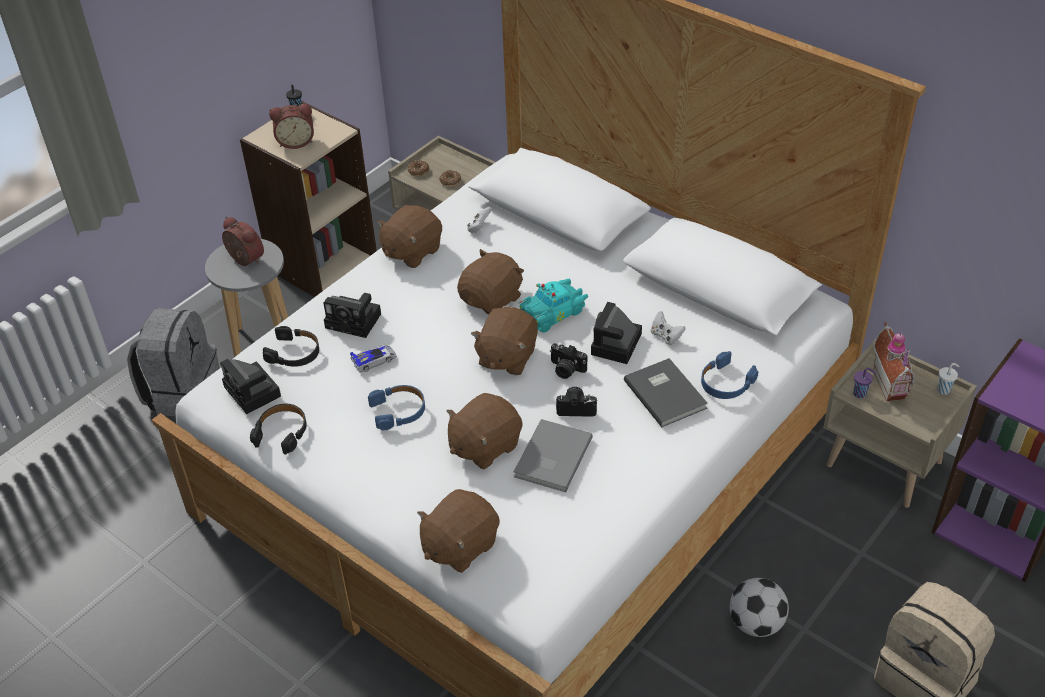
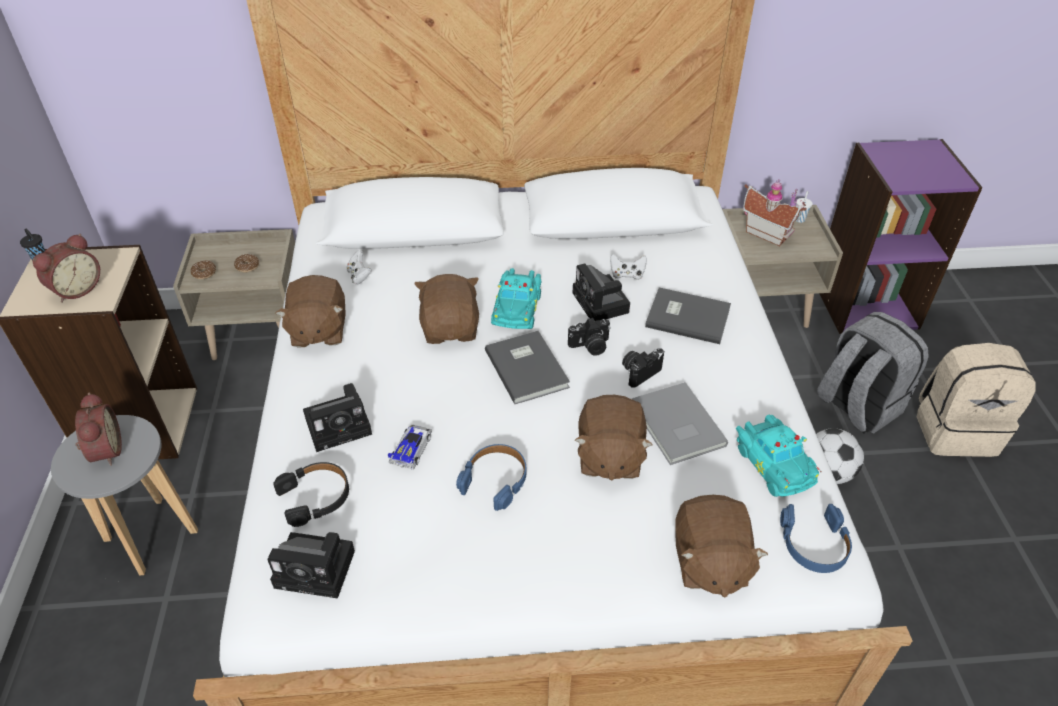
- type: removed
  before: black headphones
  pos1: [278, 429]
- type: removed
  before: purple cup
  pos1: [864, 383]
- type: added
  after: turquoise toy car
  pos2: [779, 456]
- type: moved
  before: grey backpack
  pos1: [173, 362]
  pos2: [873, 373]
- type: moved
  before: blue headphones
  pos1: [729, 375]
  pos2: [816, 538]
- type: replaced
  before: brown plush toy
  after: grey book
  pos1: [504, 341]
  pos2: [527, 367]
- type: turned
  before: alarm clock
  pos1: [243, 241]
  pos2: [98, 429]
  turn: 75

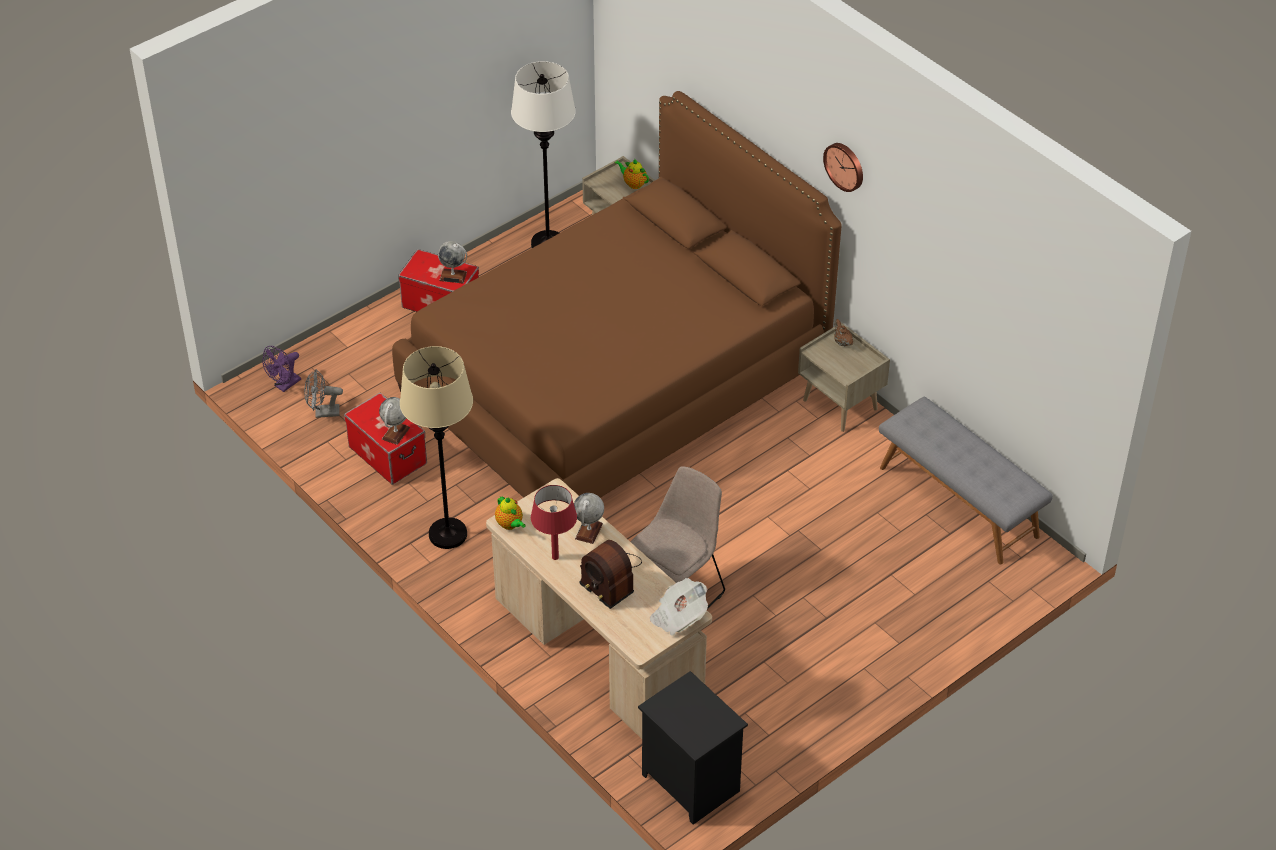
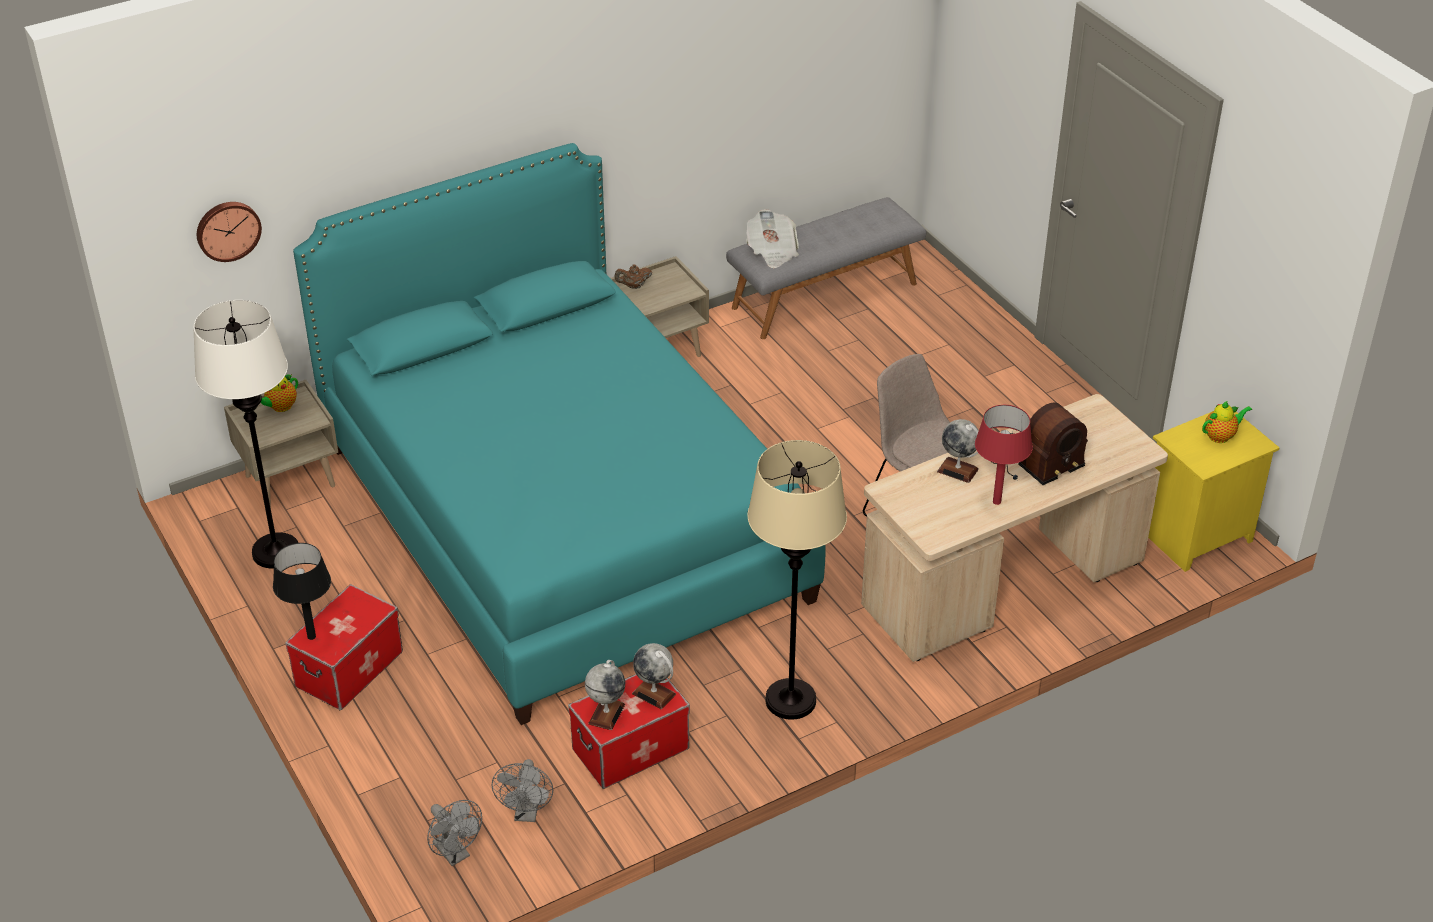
- type: added
  after: black table lamp
  pos2: [302, 591]
- type: moved
  before: globe
  pos1: [452, 262]
  pos2: [605, 695]
- type: moved
  before: teapot
  pos1: [510, 513]
  pos2: [1227, 422]
- type: moved
  before: newspaper
  pos1: [679, 607]
  pos2: [772, 238]
- type: moved
  before: wall clock
  pos1: [843, 167]
  pos2: [229, 232]
- type: recoloured
  before: purple fan
  after: grey fan
  pos1: [282, 369]
  pos2: [454, 833]
- type: recoloured
  before: brown bed
  after: turquoise bed
  pos1: [617, 294]
  pos2: [559, 434]
- type: recoloured
  before: black nightstand
  after: yellow nightstand
  pos1: [693, 748]
  pos2: [1214, 491]

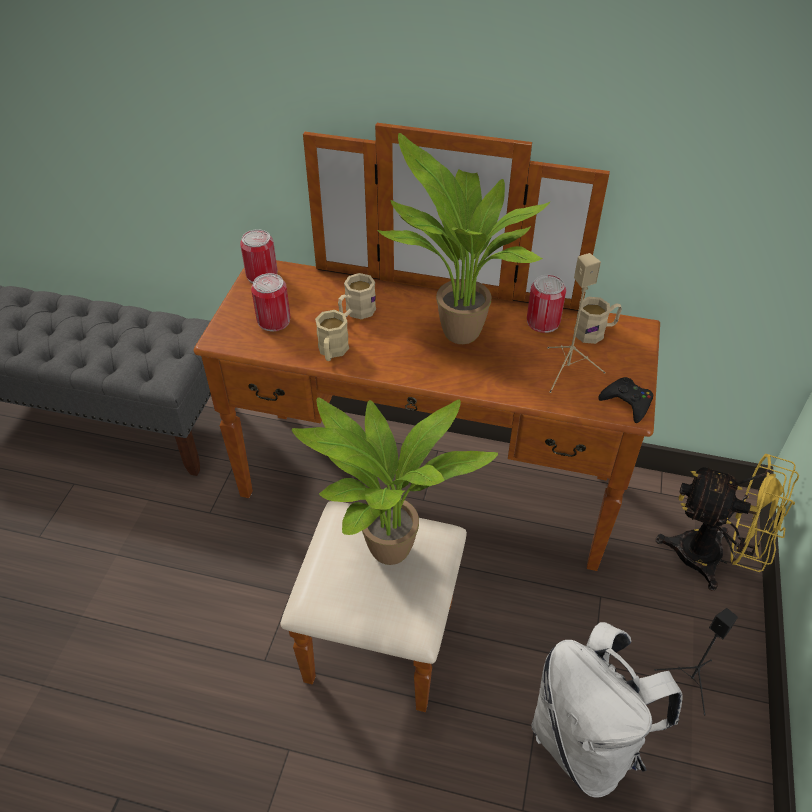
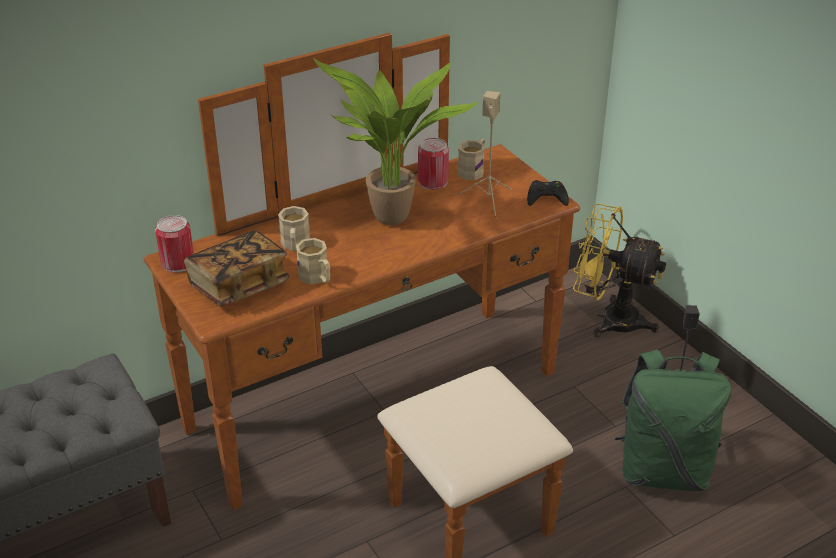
- type: removed
  before: potted plant
  pos1: [395, 481]
- type: replaced
  before: can
  after: book
  pos1: [270, 302]
  pos2: [237, 268]
- type: recoloured
  before: white backpack
  after: green backpack
  pos1: [607, 710]
  pos2: [673, 420]
- type: turned
  before: yellow fan
  pos1: [727, 522]
  pos2: [619, 270]
  turn: -135

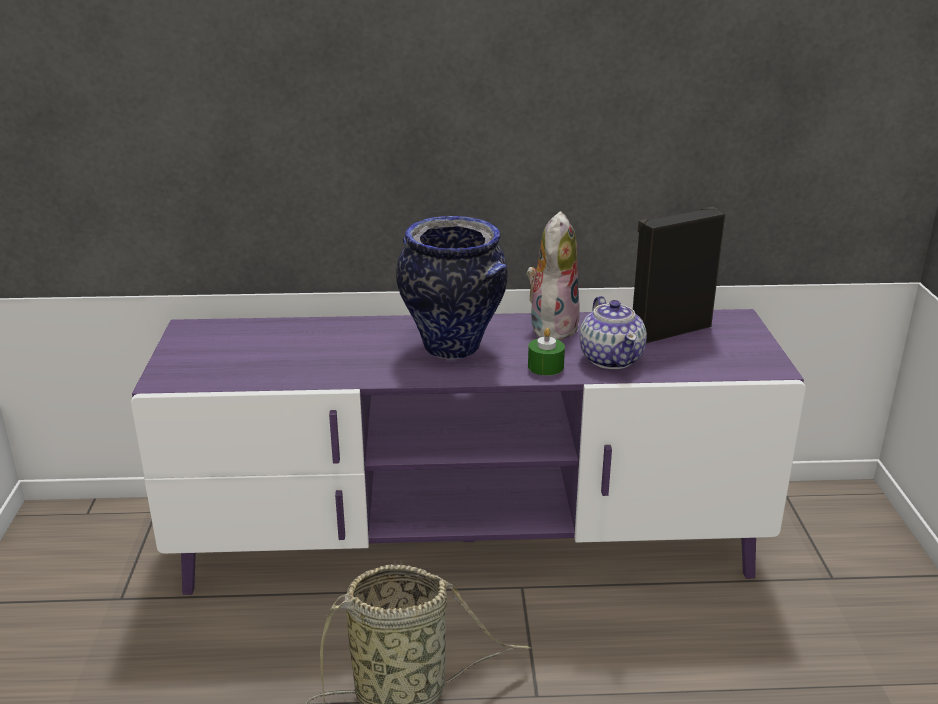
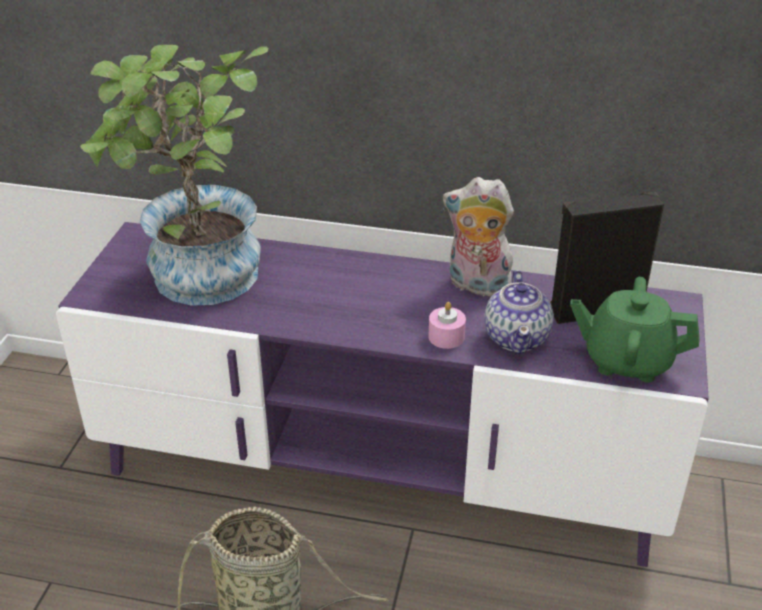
- type: removed
  before: vase
  pos1: [452, 287]
- type: added
  after: potted plant
  pos2: [174, 175]
- type: added
  after: green teapot
  pos2: [635, 330]
- type: recoloured
  before: green candle
  after: pink candle
  pos1: [546, 352]
  pos2: [447, 325]
- type: turned
  before: plush toy
  pos1: [553, 275]
  pos2: [478, 237]
  turn: -105

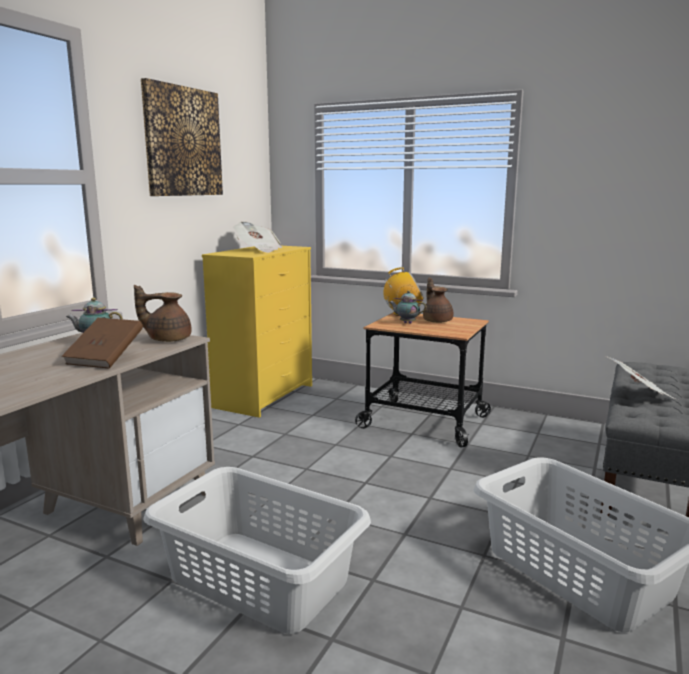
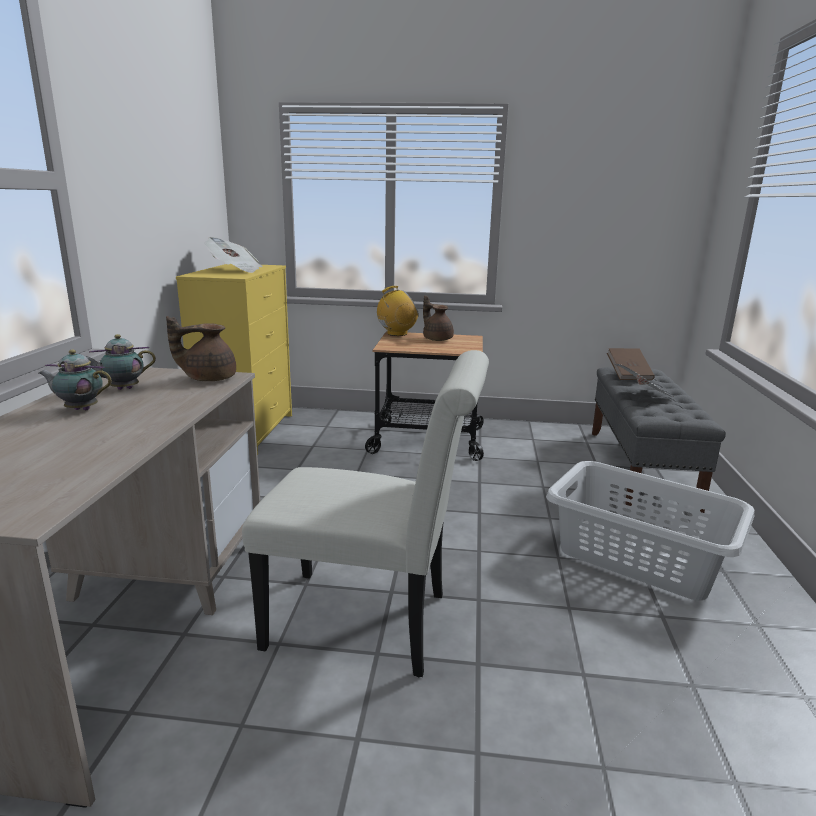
- type: removed
  before: picture
  pos1: [182, 137]
- type: moved
  before: brown book
  pos1: [102, 343]
  pos2: [631, 364]
- type: moved
  before: teapot
  pos1: [408, 307]
  pos2: [75, 380]
- type: replaced
  before: grey laundry basket
  after: white chair
  pos1: [257, 550]
  pos2: [365, 513]

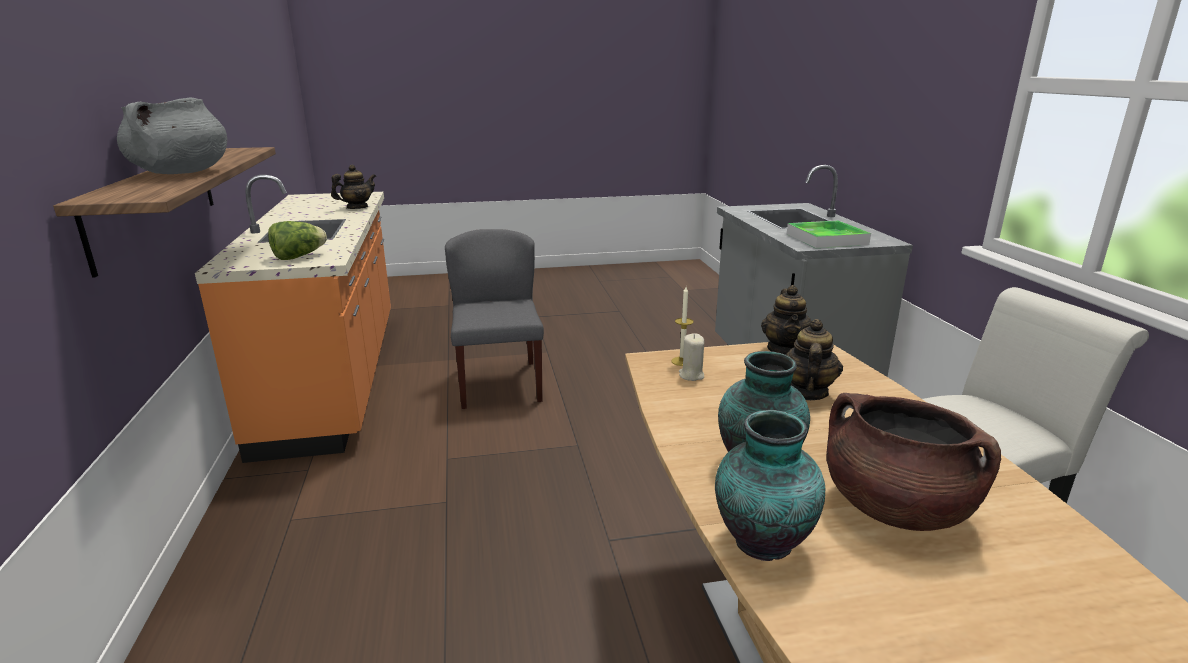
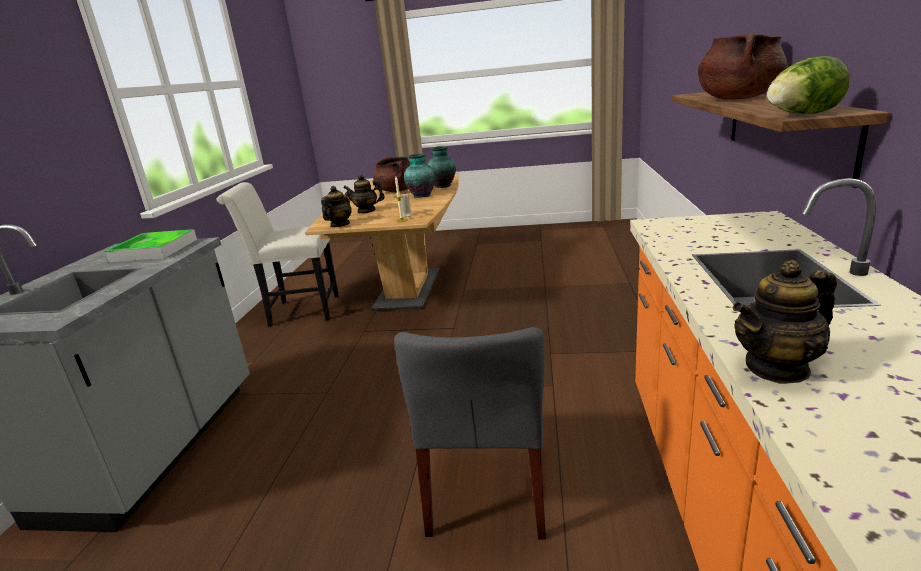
- type: moved
  before: lettuce
  pos1: [297, 240]
  pos2: [808, 85]
- type: recoloured
  before: grey cooking pot
  after: brown cooking pot
  pos1: [172, 135]
  pos2: [743, 67]
- type: turned
  before: teapot
  pos1: [814, 359]
  pos2: [364, 194]
  turn: 60

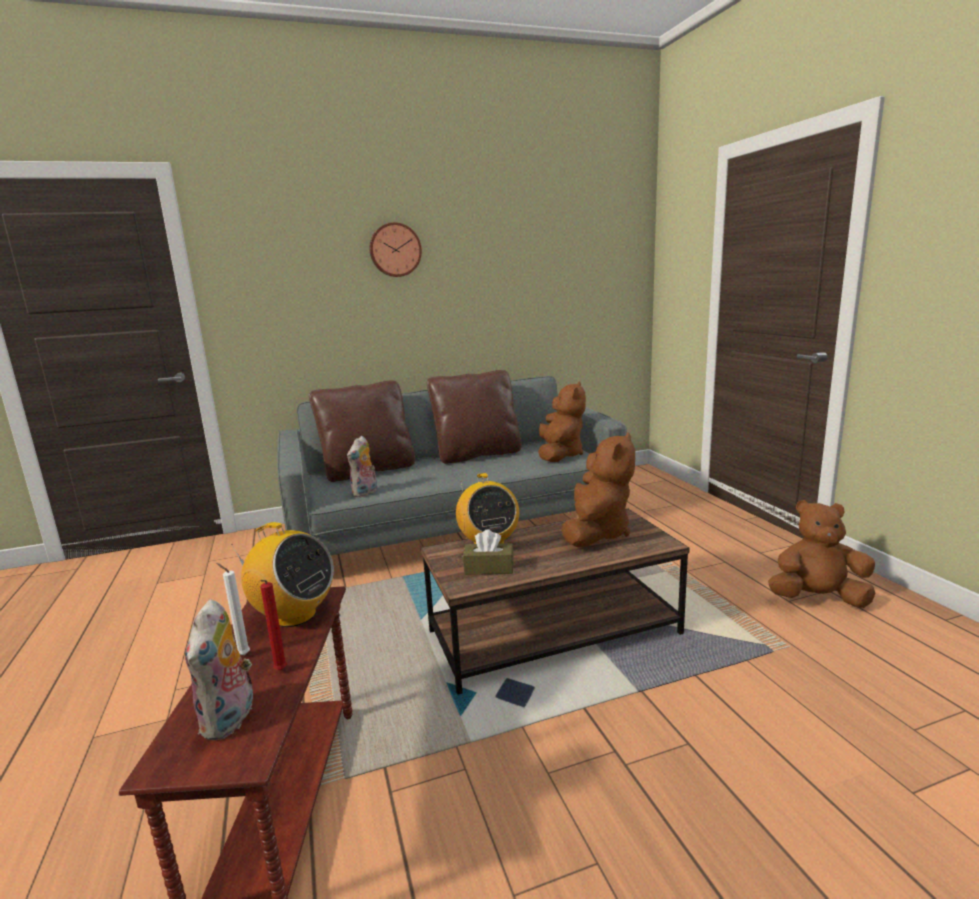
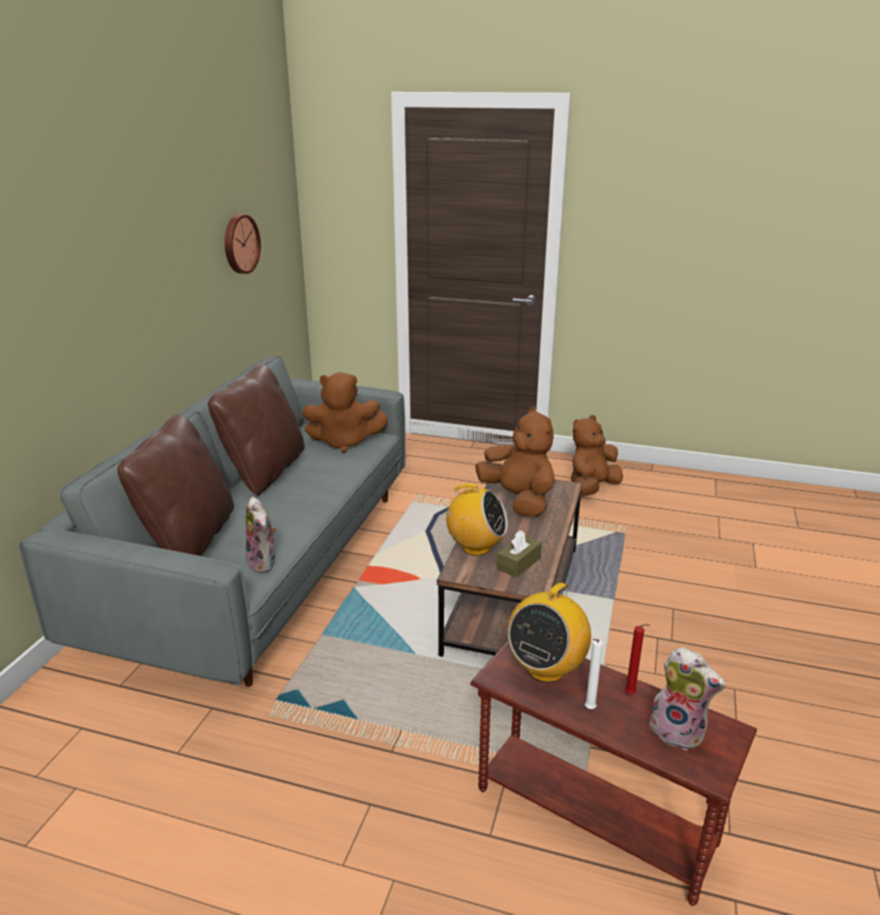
- type: moved
  before: wall clock
  pos1: [395, 249]
  pos2: [243, 244]
- type: turned
  before: radio
  pos1: [282, 574]
  pos2: [549, 630]
  turn: 150
- type: turned
  before: brown plush toy
  pos1: [562, 422]
  pos2: [345, 412]
  turn: 135

